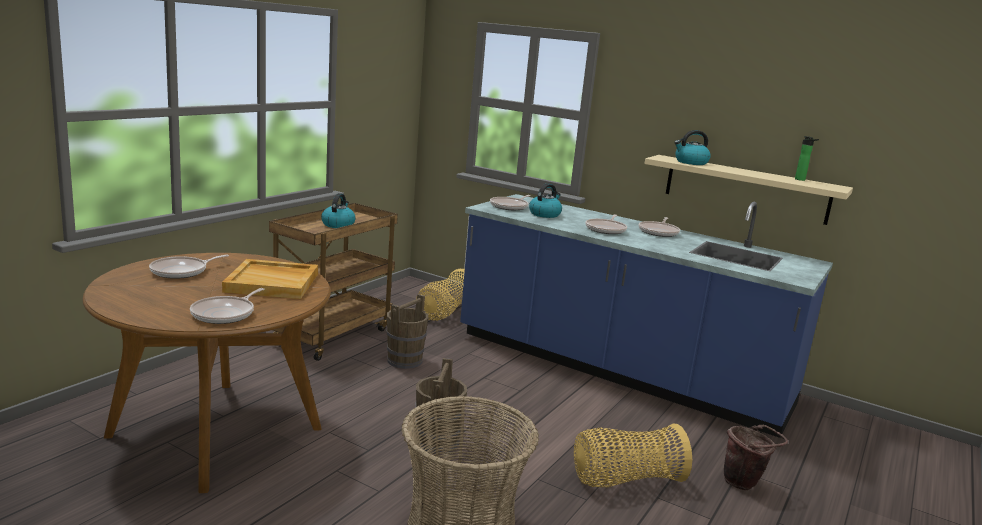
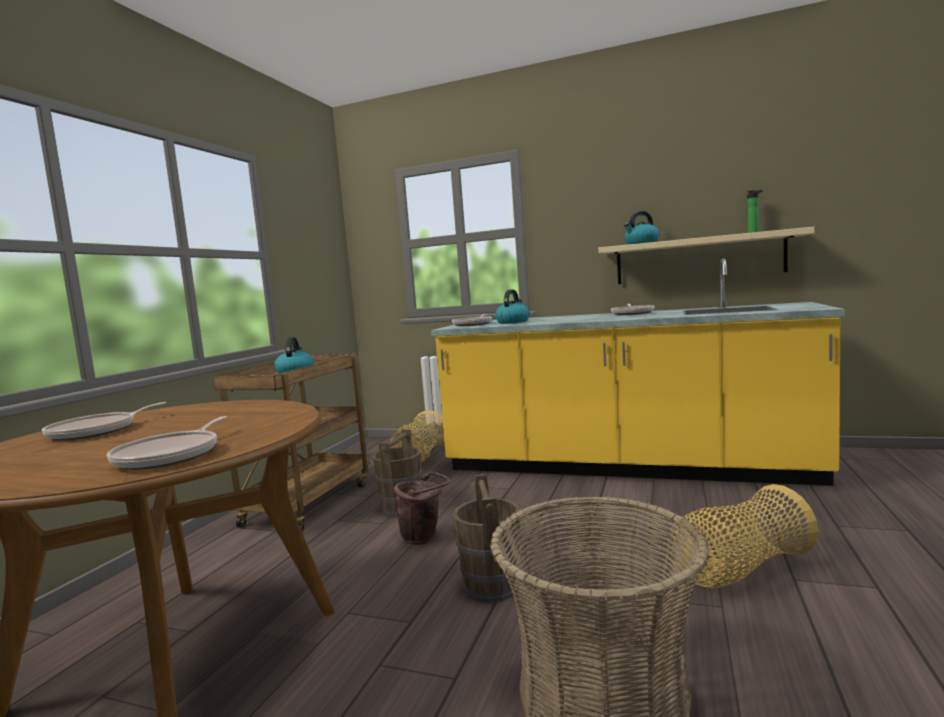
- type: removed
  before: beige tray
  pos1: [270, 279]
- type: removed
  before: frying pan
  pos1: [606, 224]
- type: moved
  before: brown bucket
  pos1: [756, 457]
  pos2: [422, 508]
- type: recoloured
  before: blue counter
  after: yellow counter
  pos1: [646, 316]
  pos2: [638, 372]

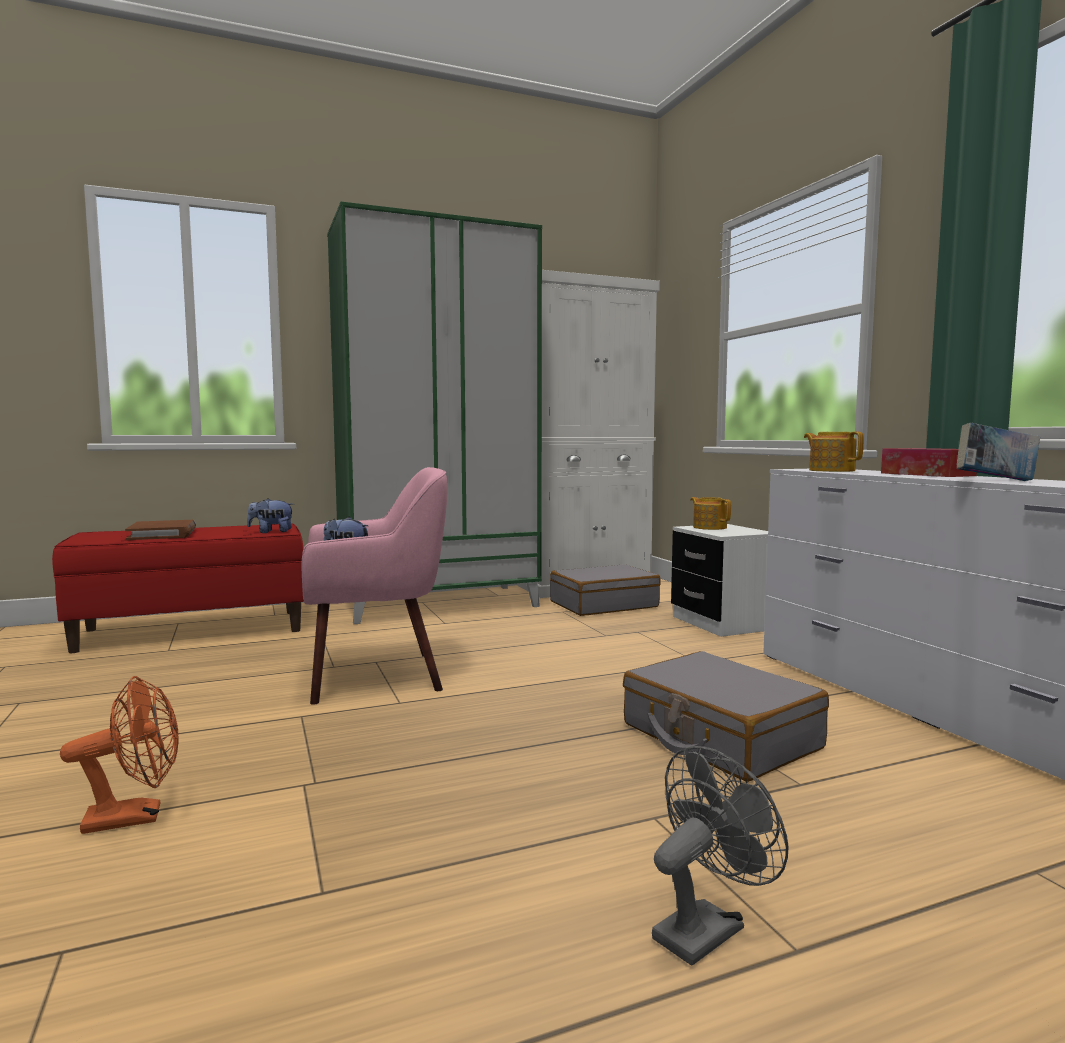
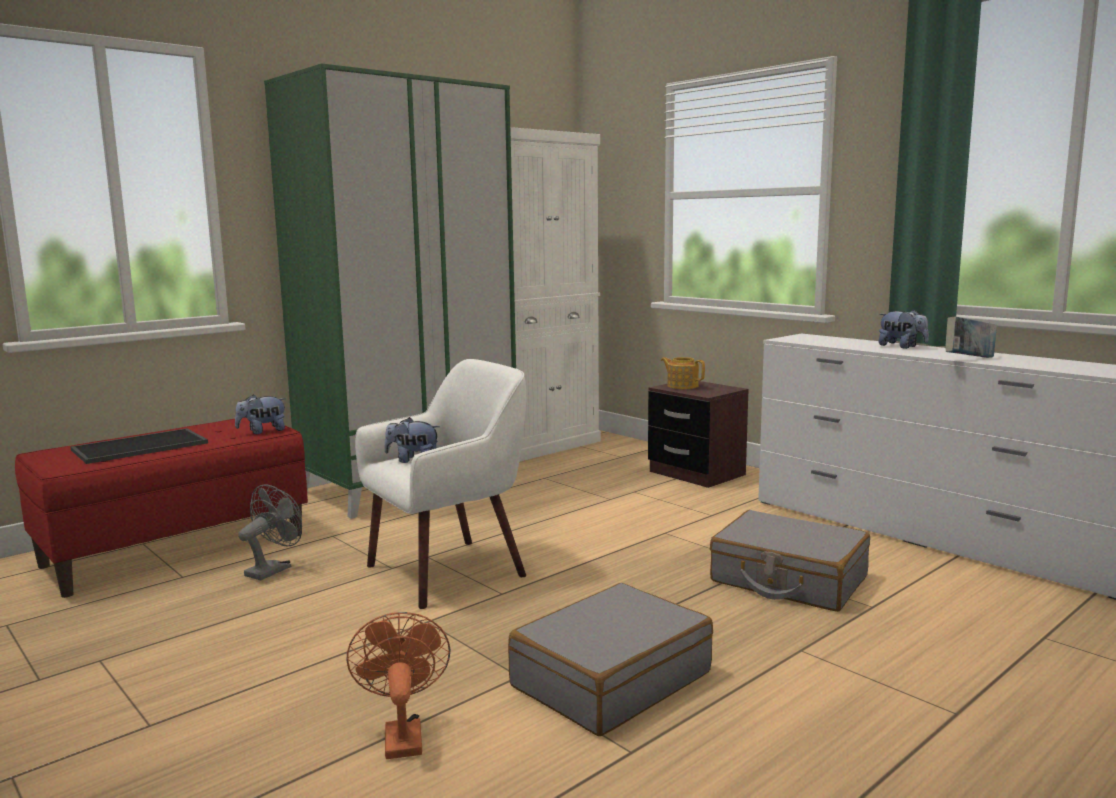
- type: removed
  before: teapot
  pos1: [834, 452]
- type: moved
  before: grey suitcase
  pos1: [605, 590]
  pos2: [610, 659]
- type: moved
  before: grey fan
  pos1: [720, 856]
  pos2: [270, 532]
- type: replaced
  before: brown book
  after: tray
  pos1: [160, 530]
  pos2: [139, 446]
- type: replaced
  before: tissue box
  after: plush toy
  pos1: [929, 462]
  pos2: [904, 329]
- type: recoloured
  before: pink armchair
  after: white armchair
  pos1: [374, 586]
  pos2: [440, 484]
- type: recoloured
  before: white nightstand
  after: brown nightstand
  pos1: [719, 580]
  pos2: [698, 434]
- type: turned
  before: orange fan
  pos1: [119, 755]
  pos2: [398, 685]
  turn: -60

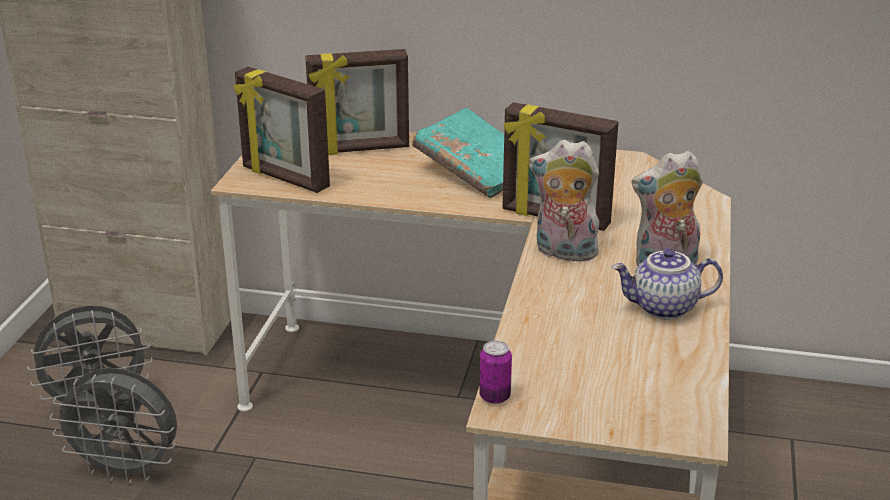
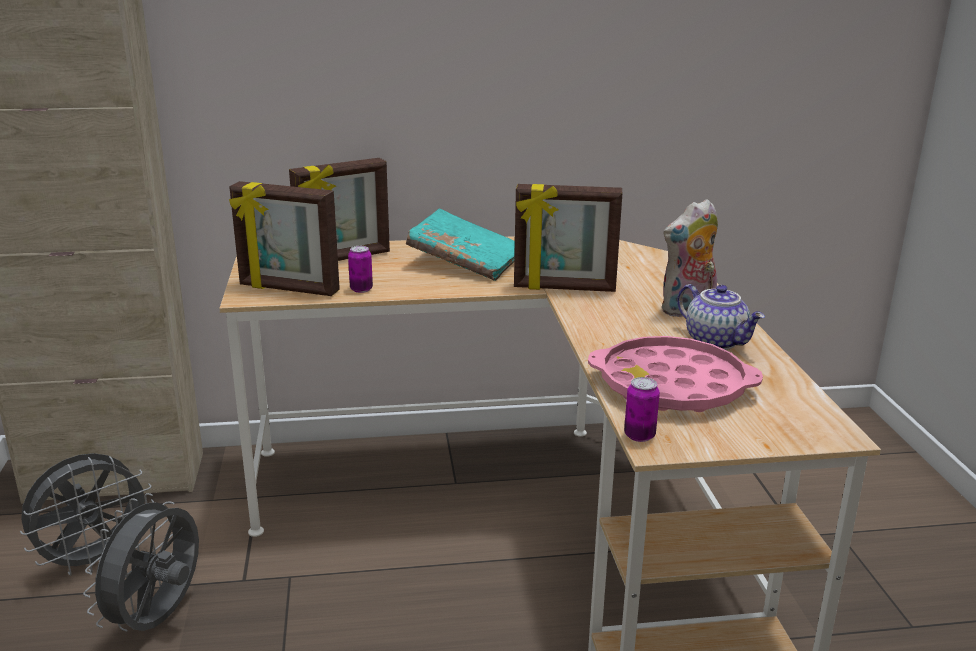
- type: removed
  before: plush toy
  pos1: [565, 201]
- type: added
  after: can
  pos2: [360, 269]
- type: added
  after: pink tray
  pos2: [675, 374]
- type: turned
  before: grey fan
  pos1: [113, 426]
  pos2: [141, 562]
  turn: 120
- type: turned
  before: teapot
  pos1: [667, 283]
  pos2: [721, 317]
  turn: -105

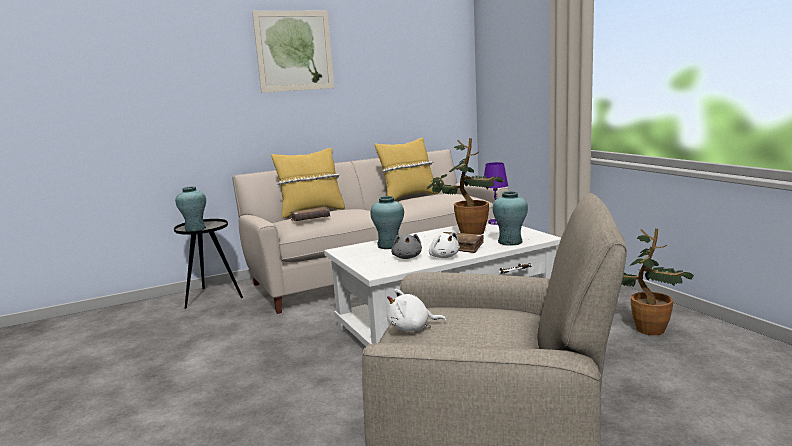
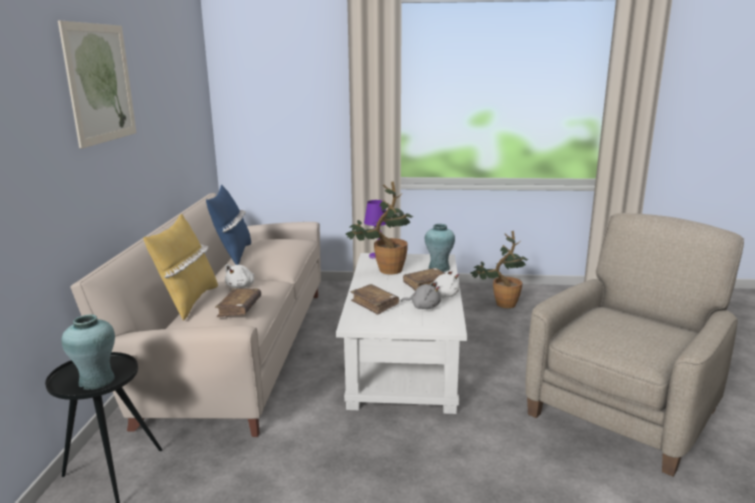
- type: moved
  before: white plush toy
  pos1: [416, 310]
  pos2: [240, 276]
- type: replaced
  before: turquoise vase
  after: brown book
  pos1: [387, 222]
  pos2: [375, 299]
- type: recoloured
  before: yellow pillow
  after: blue pillow
  pos1: [406, 169]
  pos2: [228, 224]

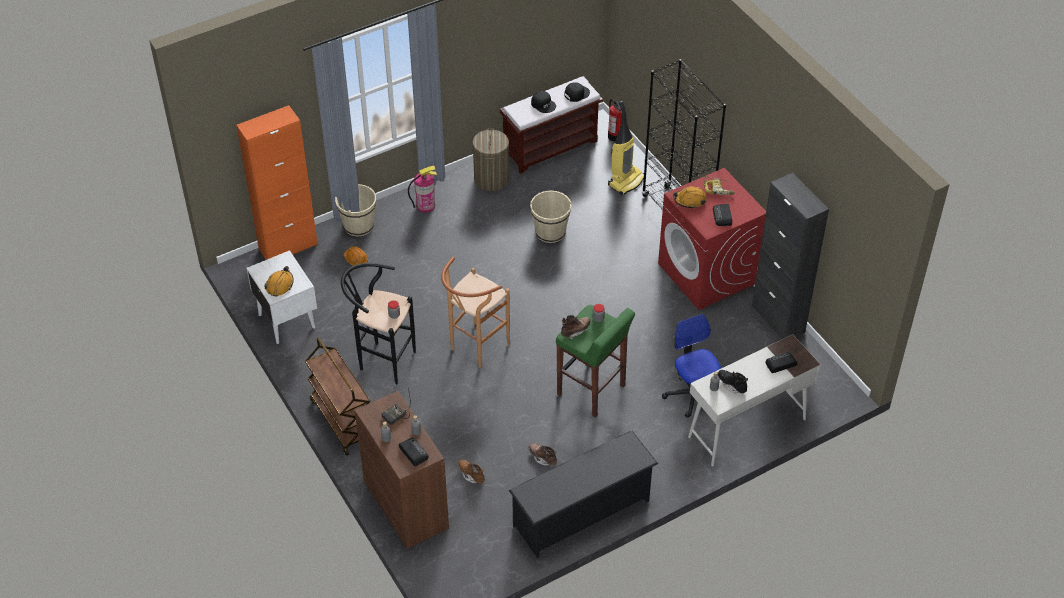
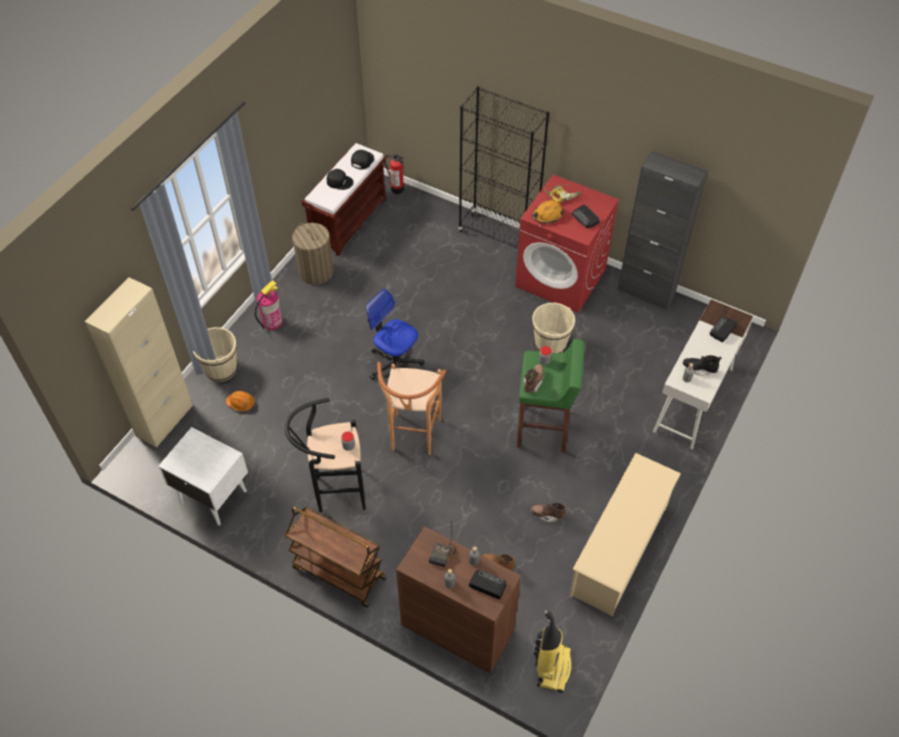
- type: removed
  before: orange hard hat
  pos1: [279, 281]
- type: moved
  before: beige bucket
  pos1: [550, 216]
  pos2: [553, 328]
- type: moved
  before: vacuum cleaner
  pos1: [626, 148]
  pos2: [553, 651]
- type: moved
  before: office chair
  pos1: [691, 366]
  pos2: [395, 334]
- type: recoloured
  before: orange cabinet
  after: beige cabinet
  pos1: [277, 182]
  pos2: [139, 362]
- type: recoloured
  before: black shoe rack
  after: beige shoe rack
  pos1: [583, 494]
  pos2: [625, 534]

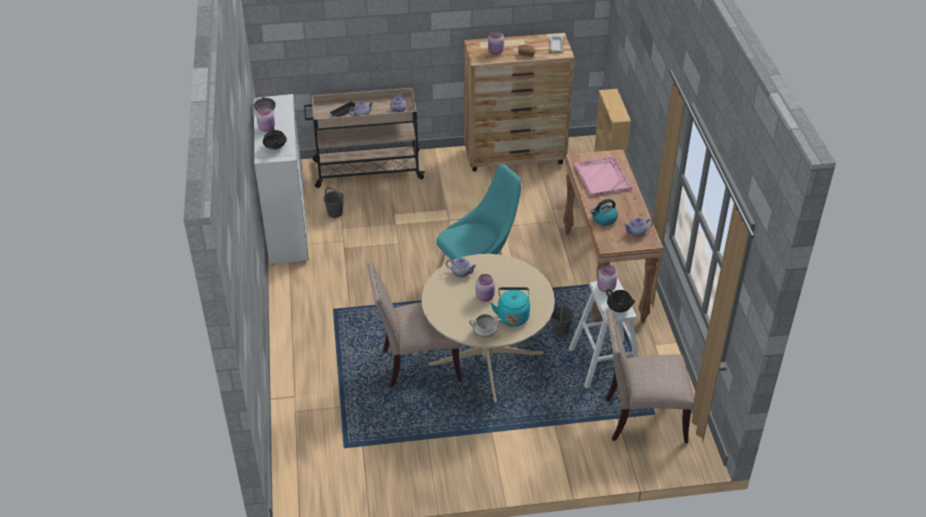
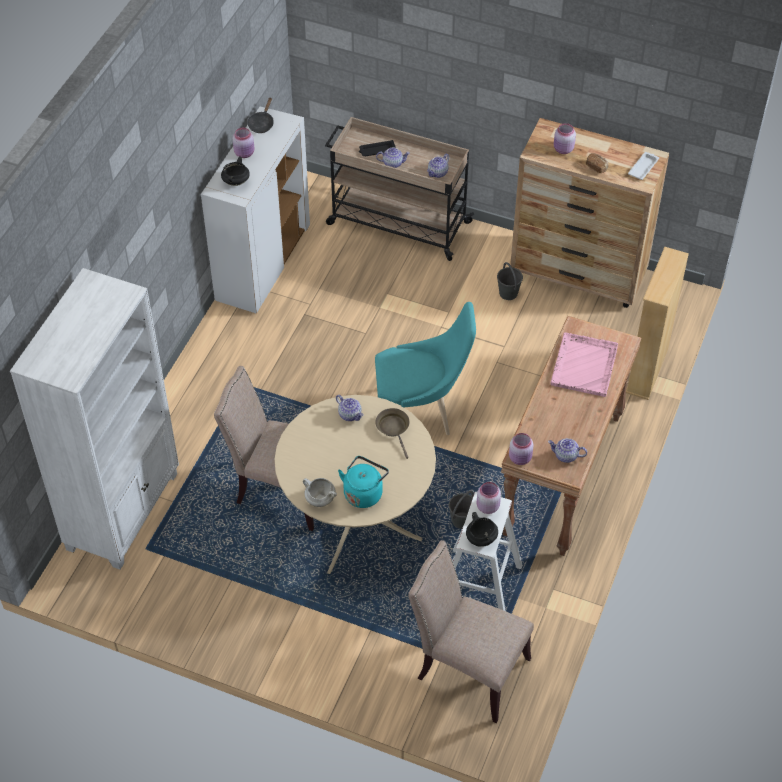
- type: removed
  before: kettle
  pos1: [604, 212]
- type: added
  after: white bookcase
  pos2: [94, 419]
- type: added
  after: brown frying pan
  pos2: [392, 433]
- type: moved
  before: grey bucket
  pos1: [333, 202]
  pos2: [510, 281]
- type: moved
  before: pink jar
  pos1: [485, 288]
  pos2: [521, 449]

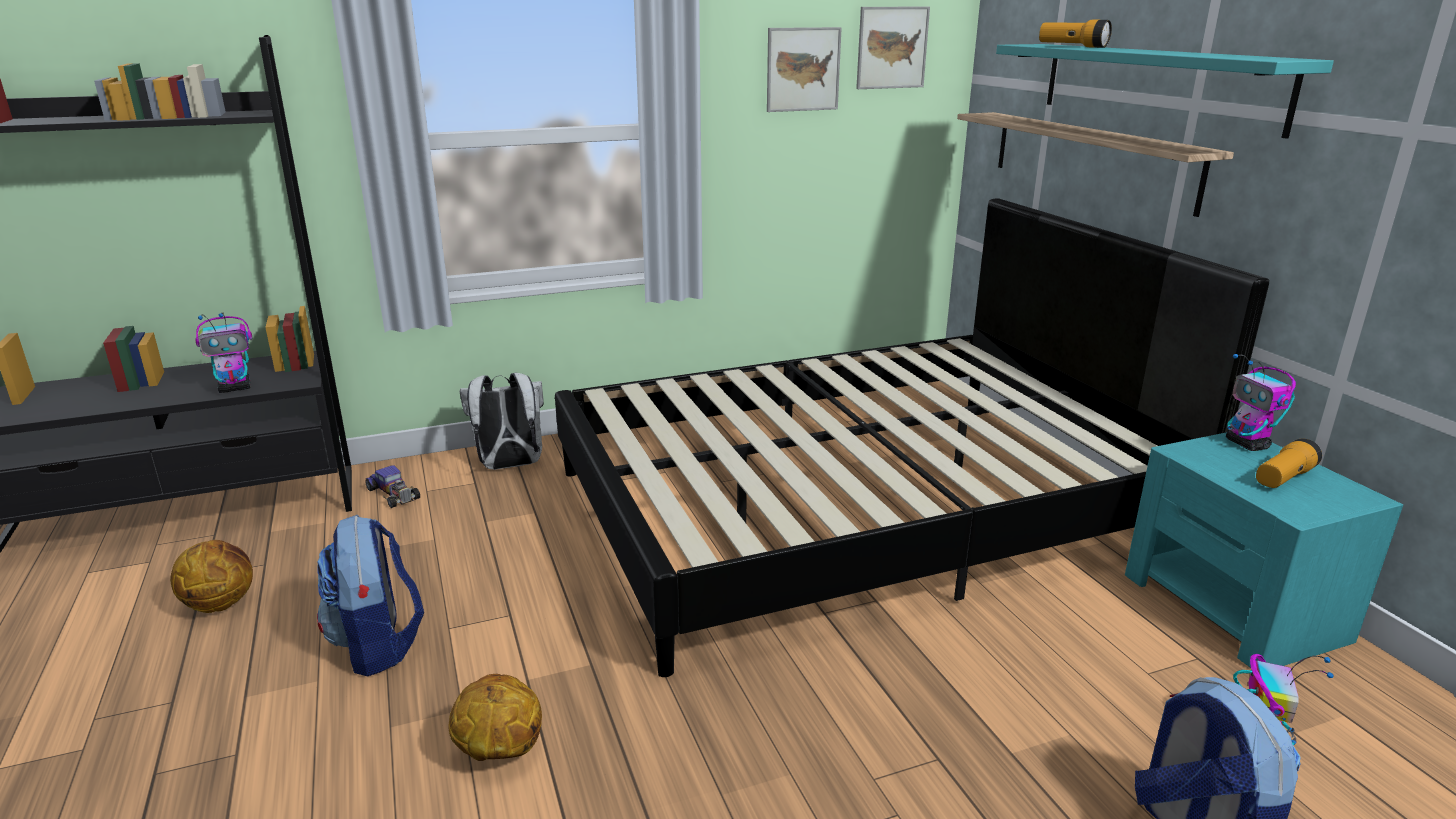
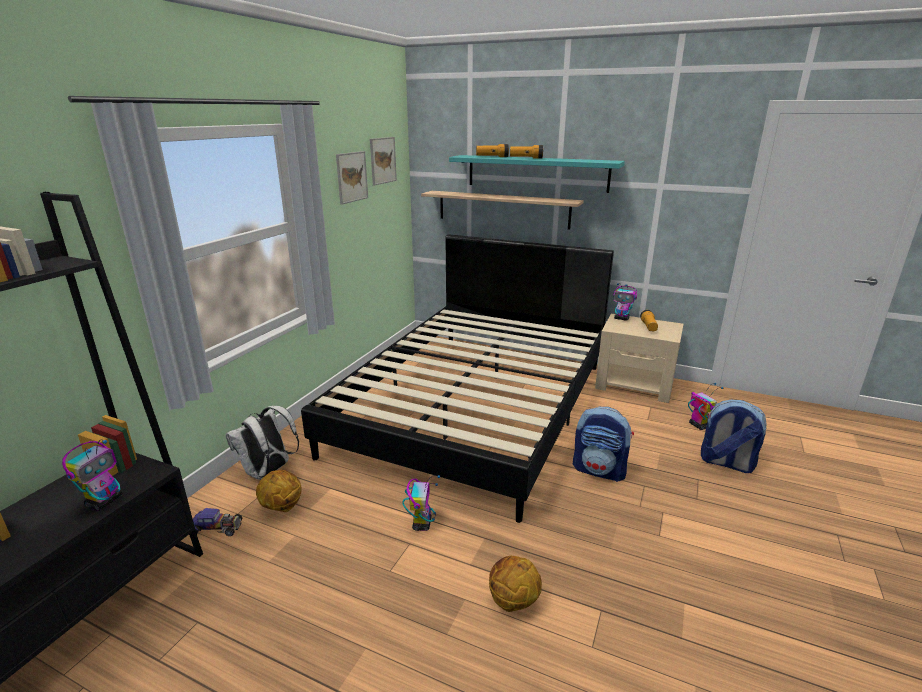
- type: added
  after: toy robot
  pos2: [421, 503]
- type: added
  after: flashlight
  pos2: [526, 152]
- type: moved
  before: basketball
  pos1: [211, 576]
  pos2: [279, 491]
- type: moved
  before: backpack
  pos1: [370, 595]
  pos2: [603, 444]
- type: recoloured
  before: turquoise nightstand
  after: beige nightstand
  pos1: [1264, 550]
  pos2: [639, 358]

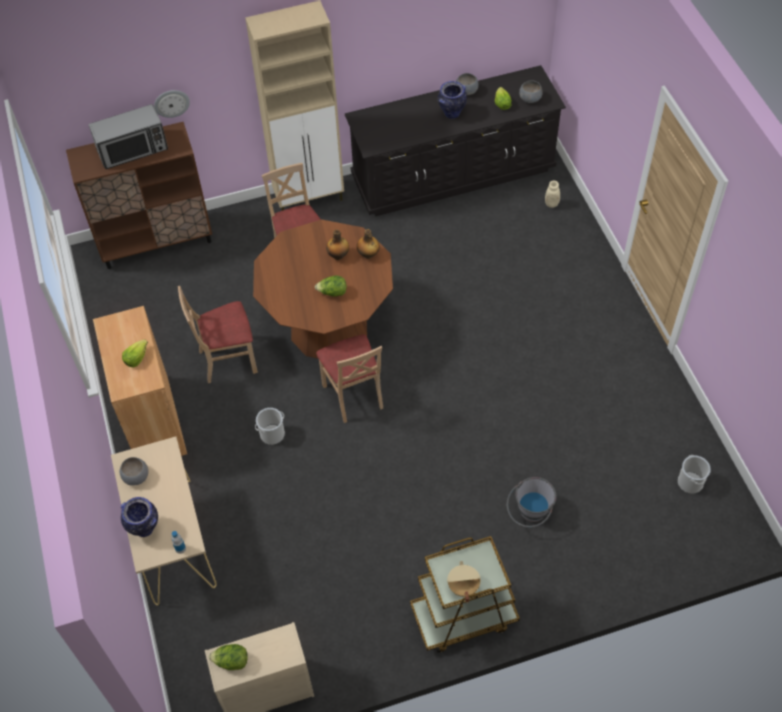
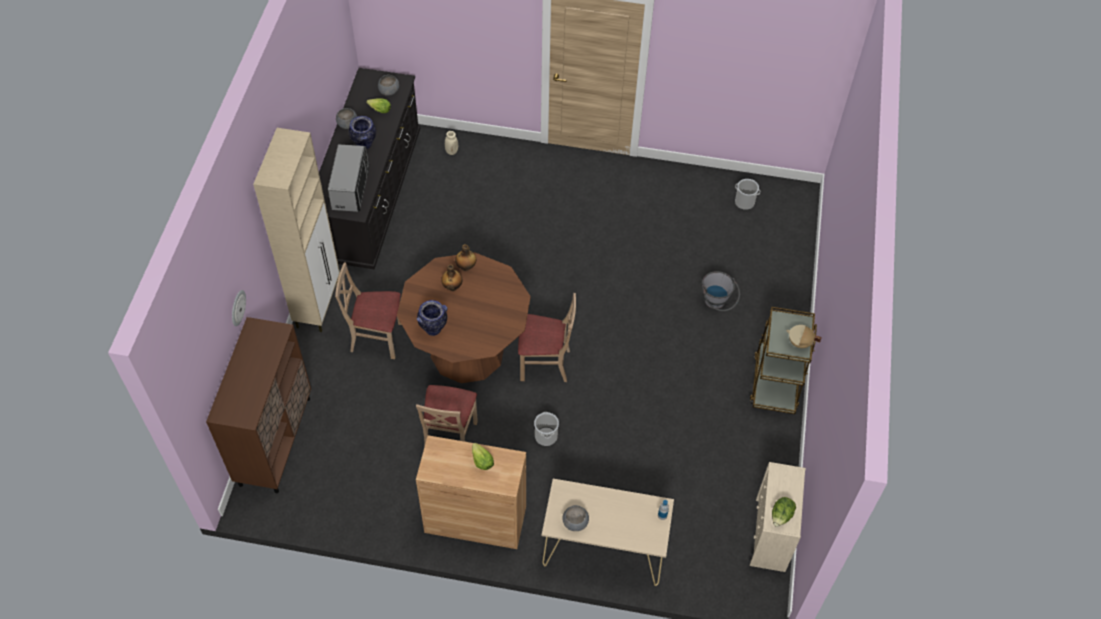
- type: removed
  before: lettuce
  pos1: [331, 286]
- type: moved
  before: microwave
  pos1: [128, 136]
  pos2: [348, 178]
- type: moved
  before: vase
  pos1: [139, 517]
  pos2: [431, 318]

